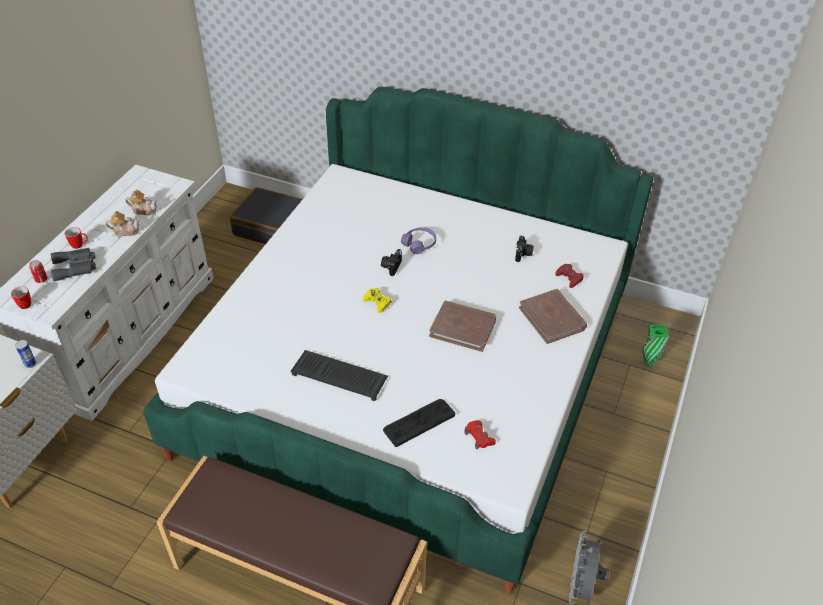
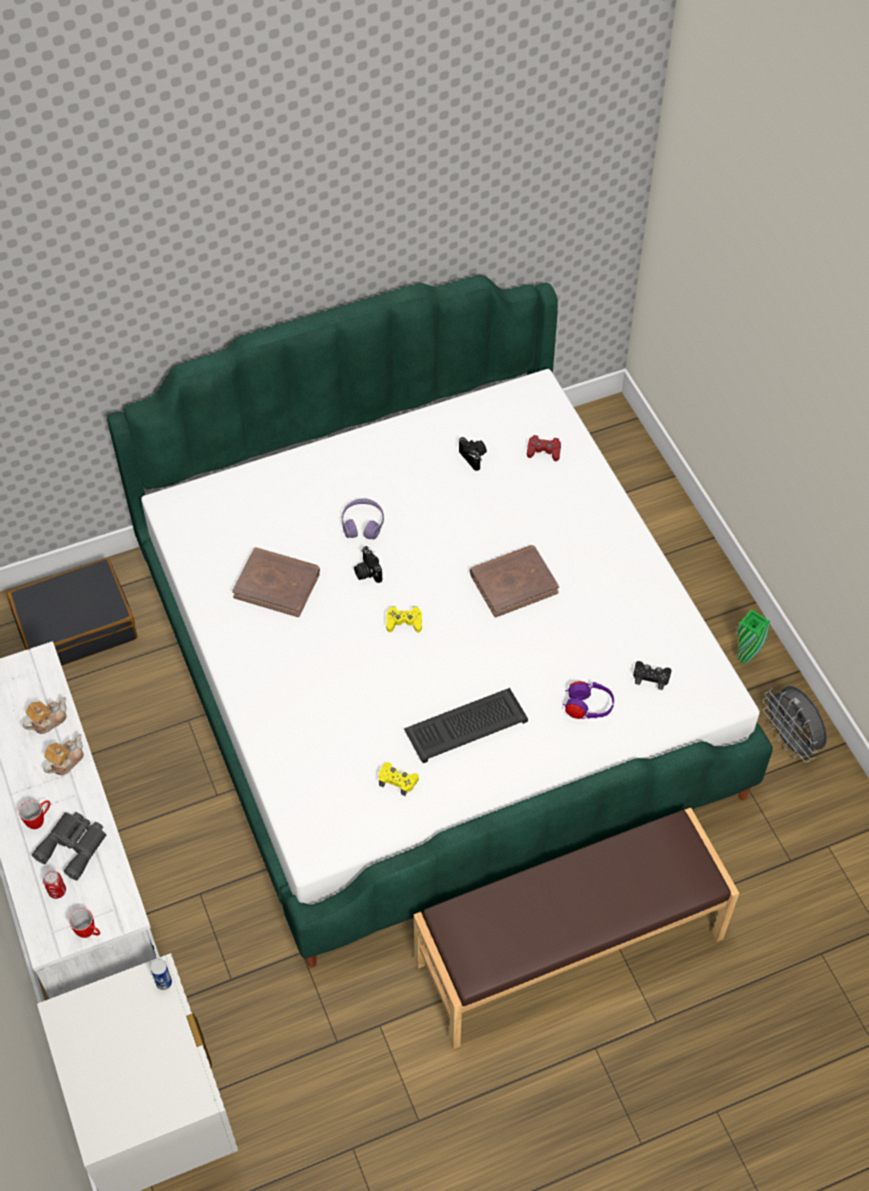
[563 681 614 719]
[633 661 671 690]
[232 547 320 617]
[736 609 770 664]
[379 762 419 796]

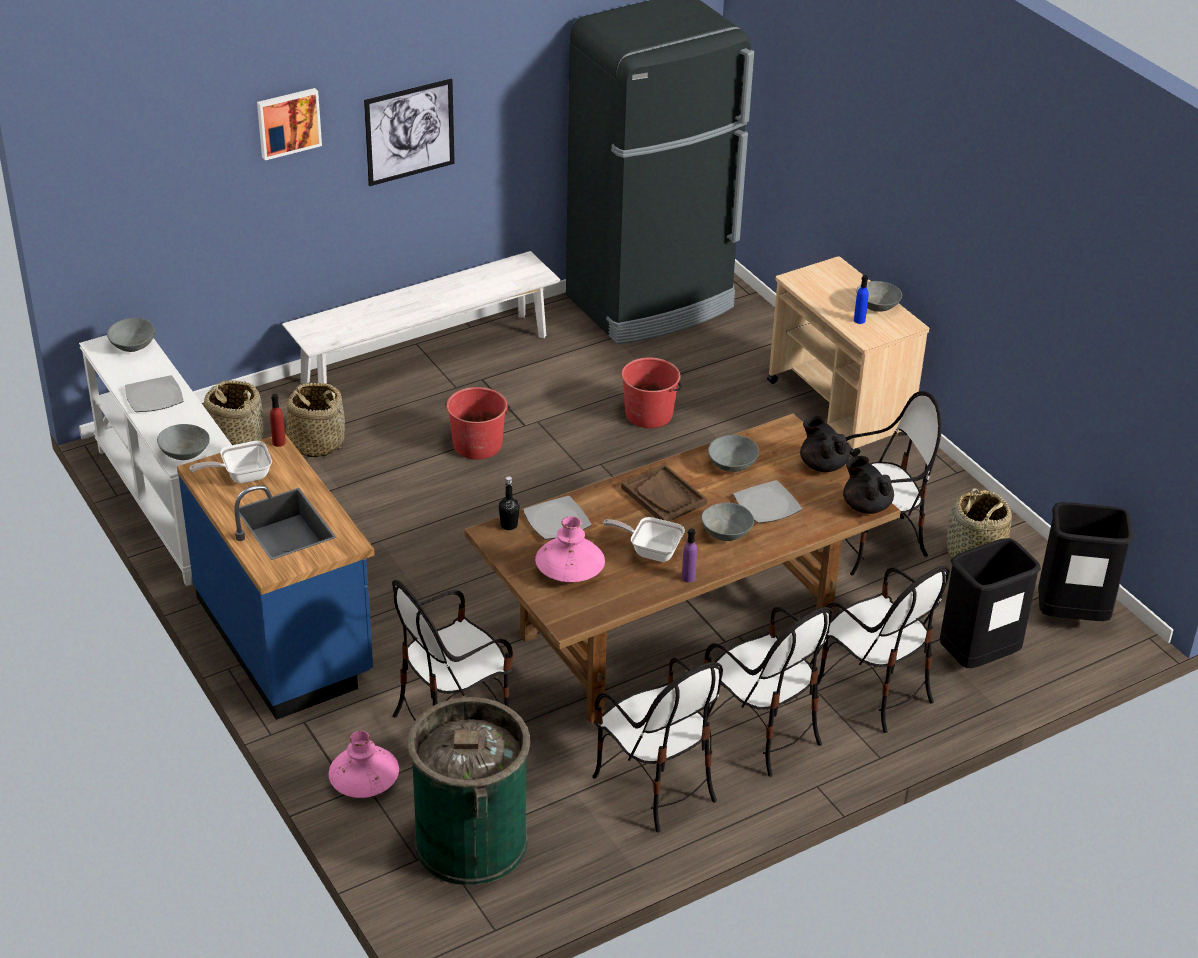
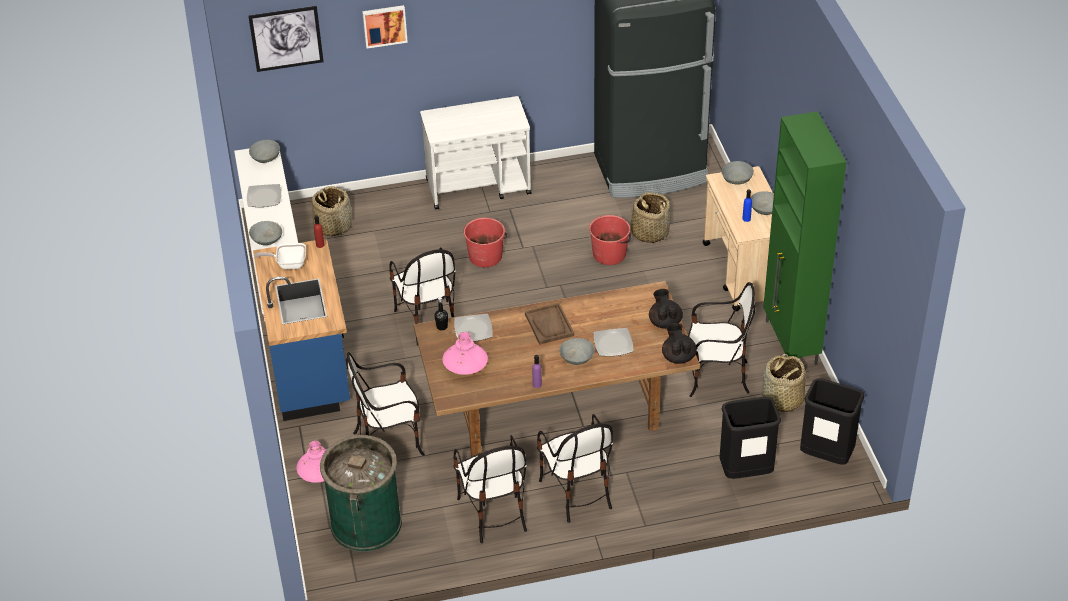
[420 96 531 210]
[630 192 671 243]
[248 6 324 72]
[603 517 685 562] (first image)
[722 161 754 185]
[389 247 455 346]
[763 111 846 365]

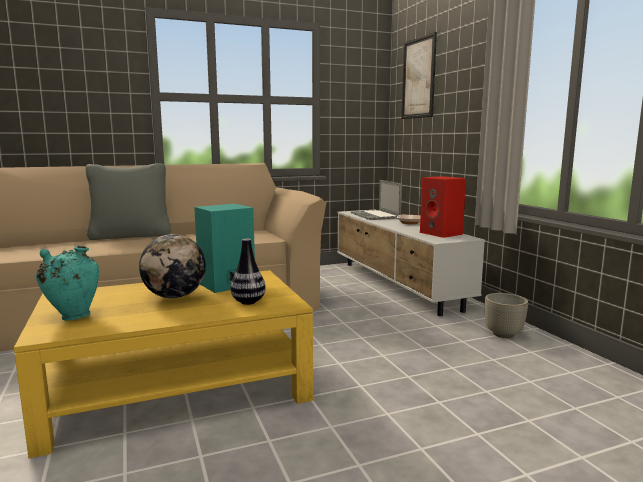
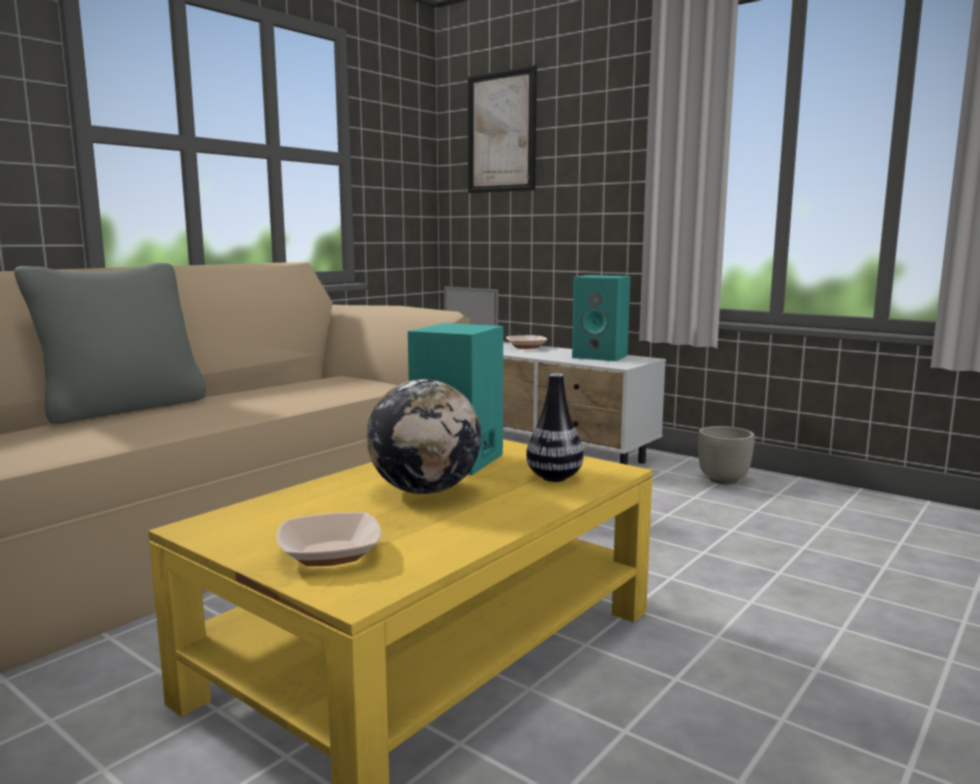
[276 512 381 566]
[572 275 630 361]

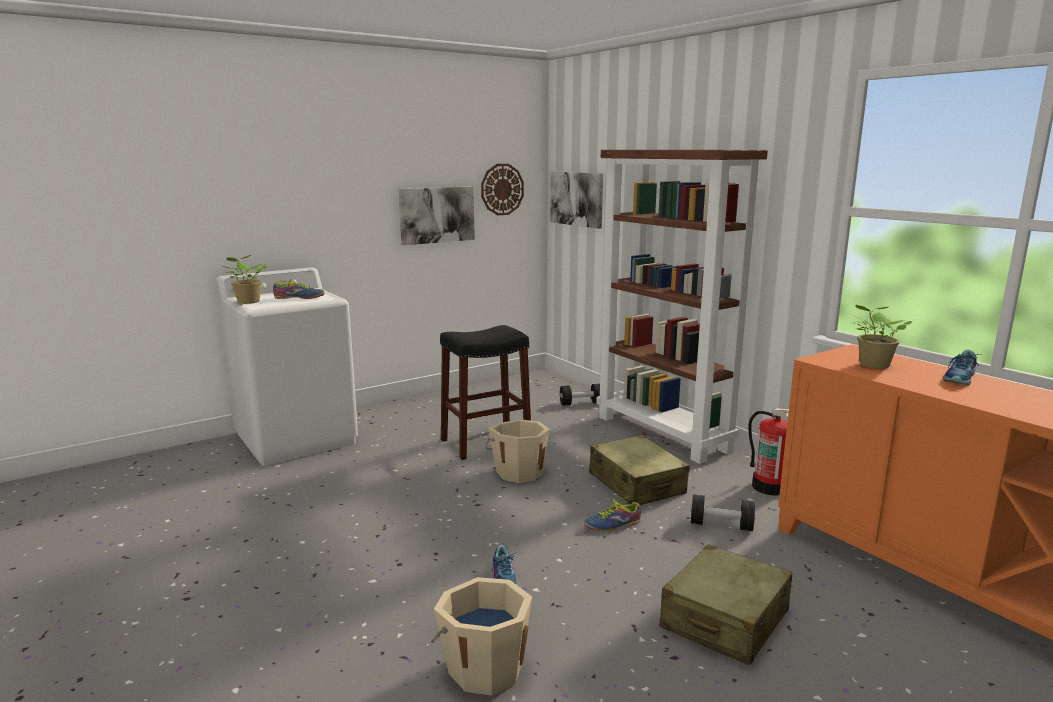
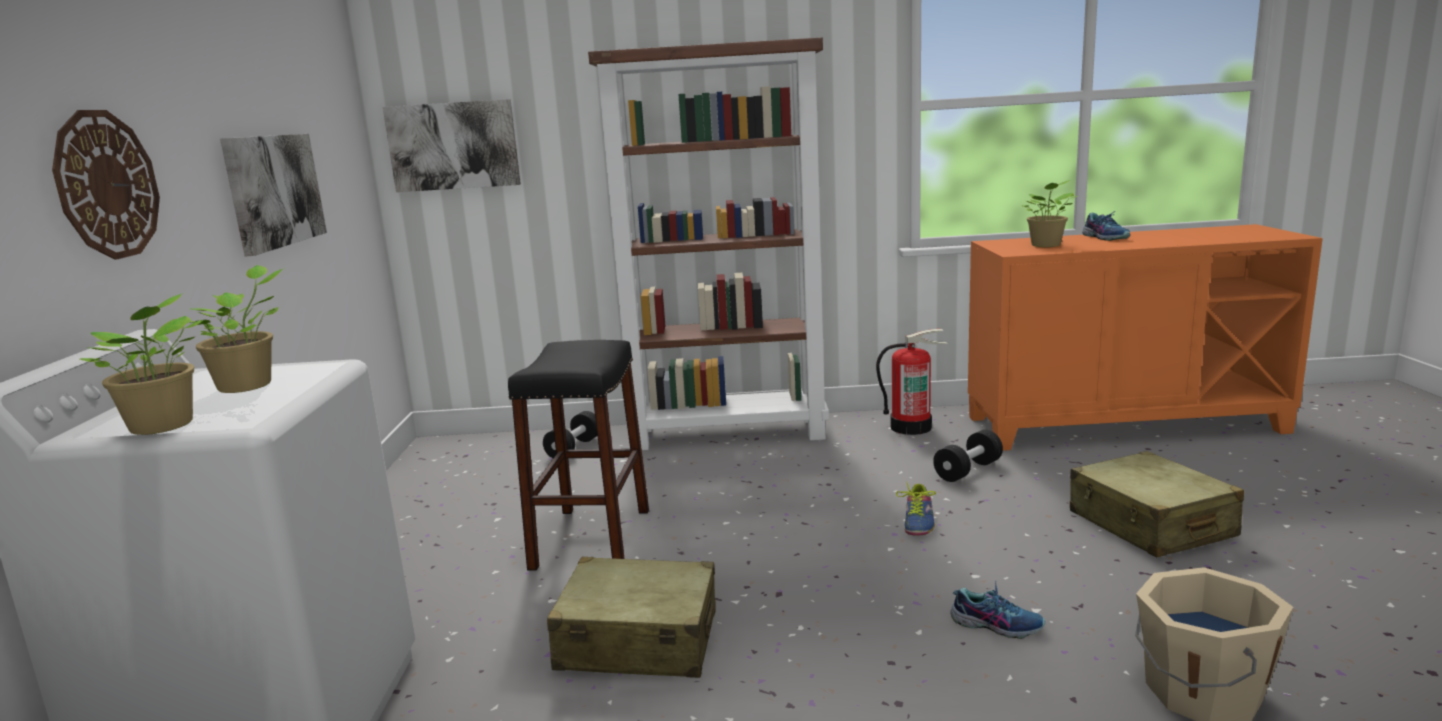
[191 265 285 393]
[52 110 160 260]
[486 419 550 483] (first image)
[547 557 716 678]

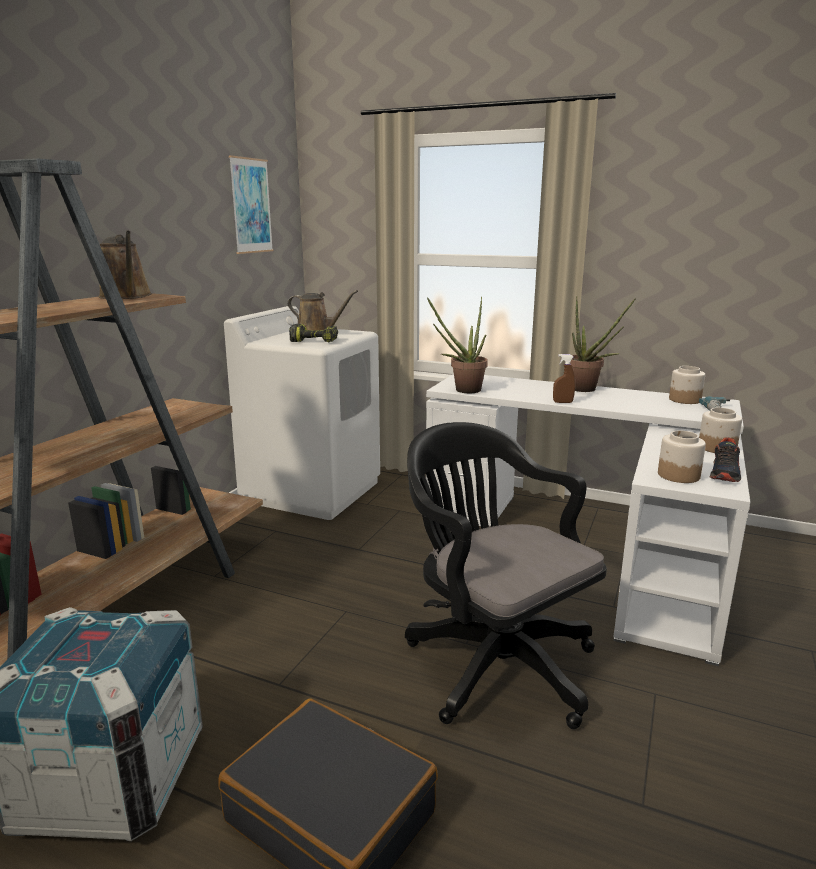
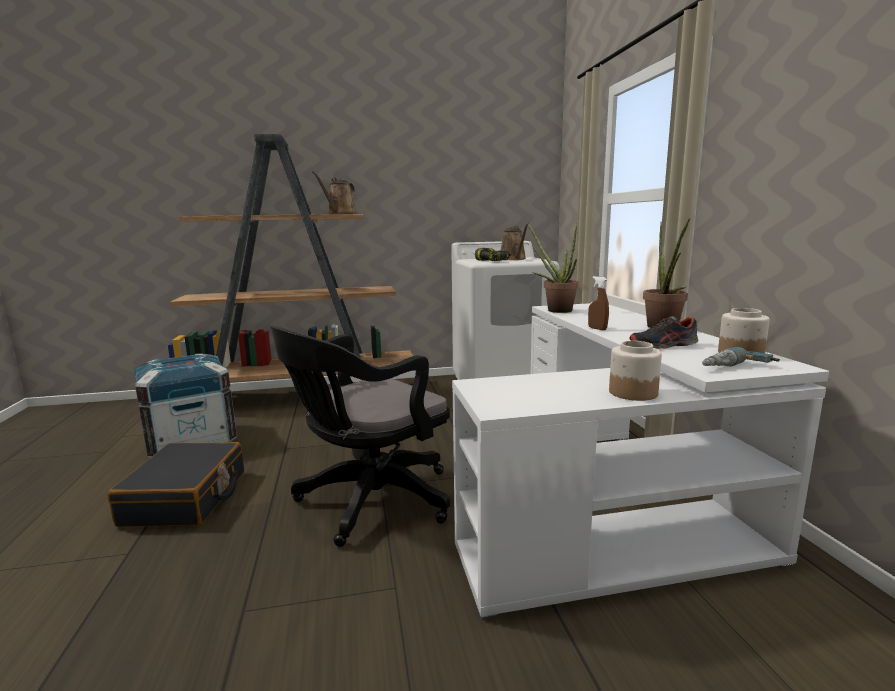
[229 155 273 254] (first image)
[270 325 450 547]
[658 431 706 483] (first image)
[629 316 698 349]

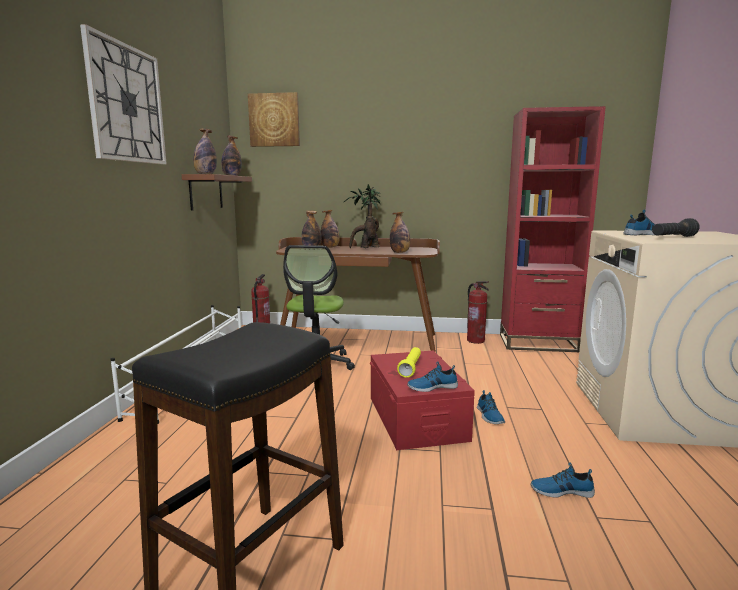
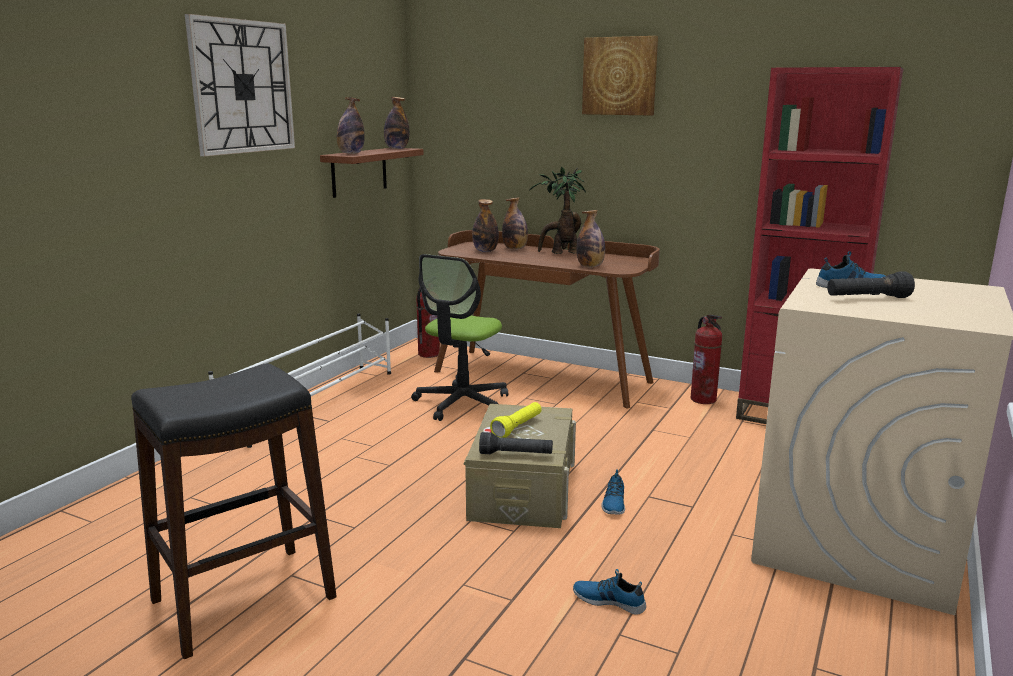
[582 36 658 116]
[463 404 576 528]
[479 432 553 454]

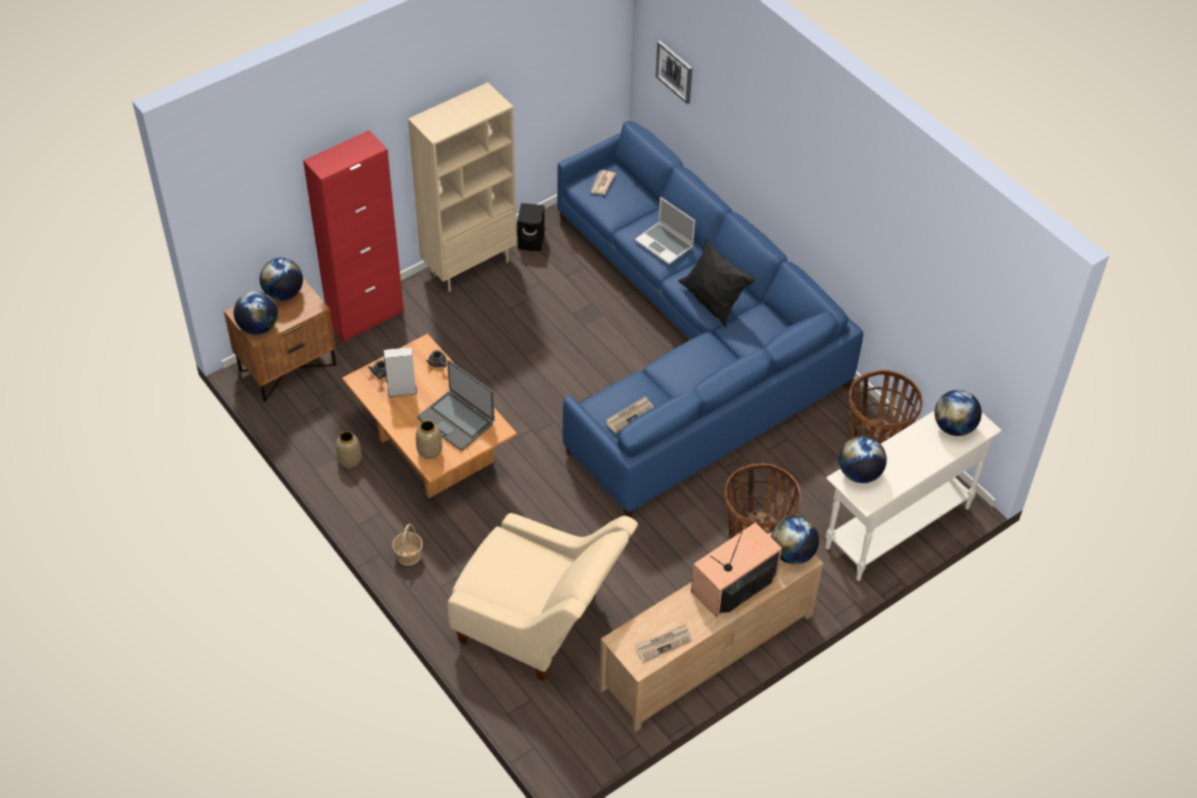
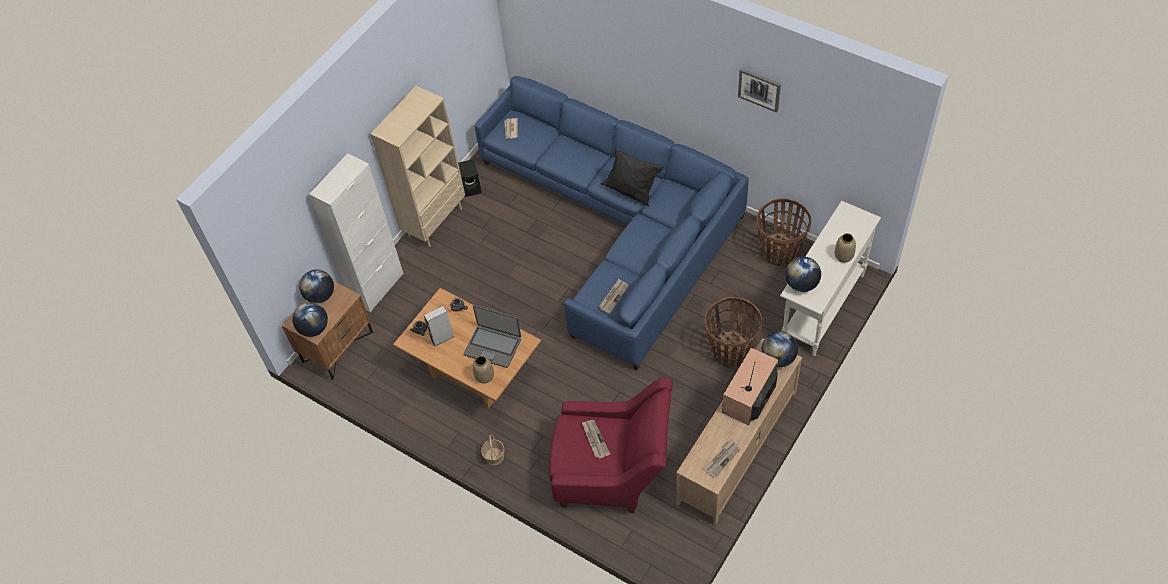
[309 153 404 313]
[835 233 856 263]
[549 378 673 513]
[635 197 695 264] (first image)
[738 68 781 113]
[934 390 982 436] (first image)
[582 420 610 458]

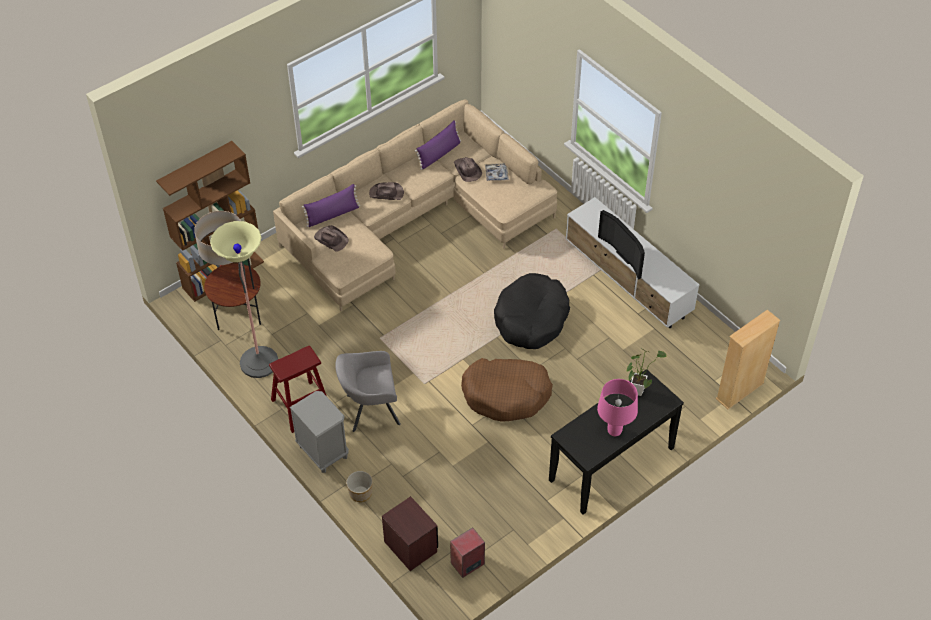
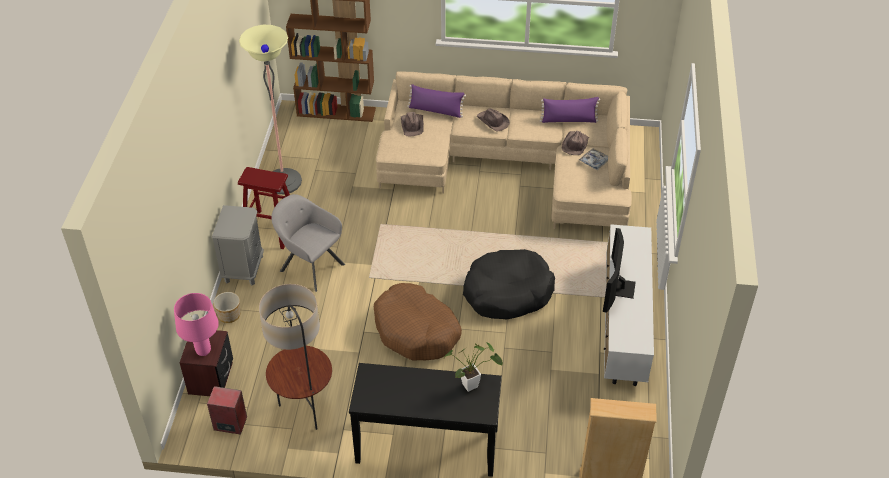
[259 284 332 430]
[174 293 219 356]

